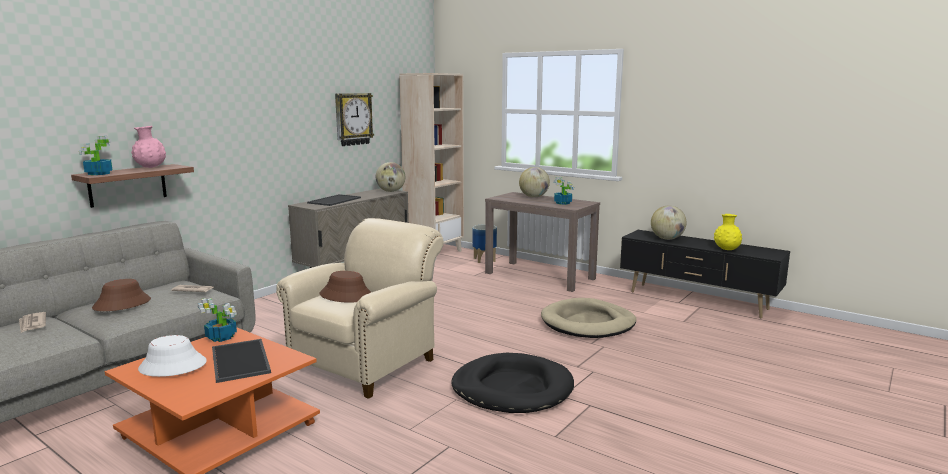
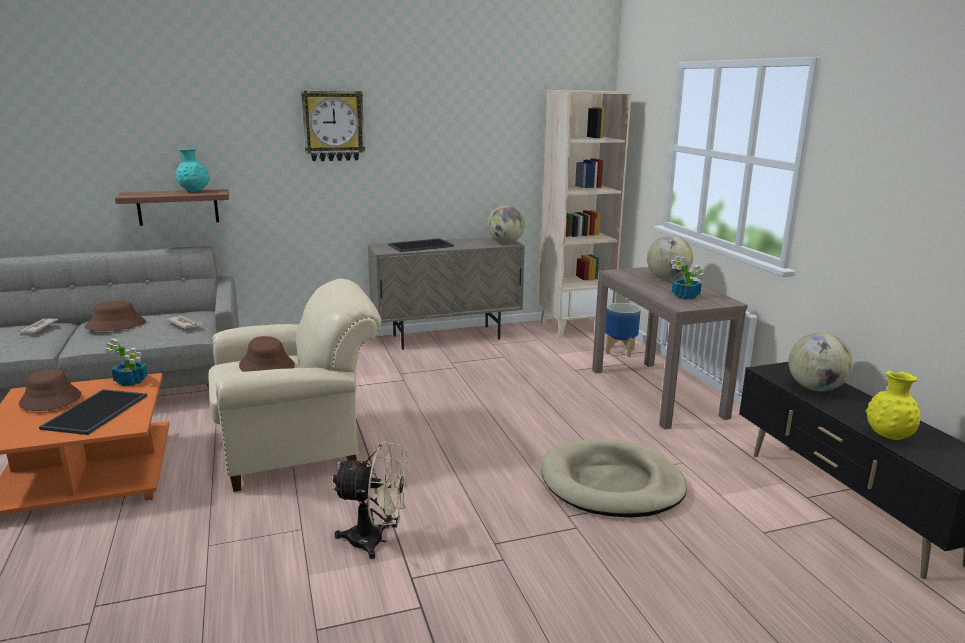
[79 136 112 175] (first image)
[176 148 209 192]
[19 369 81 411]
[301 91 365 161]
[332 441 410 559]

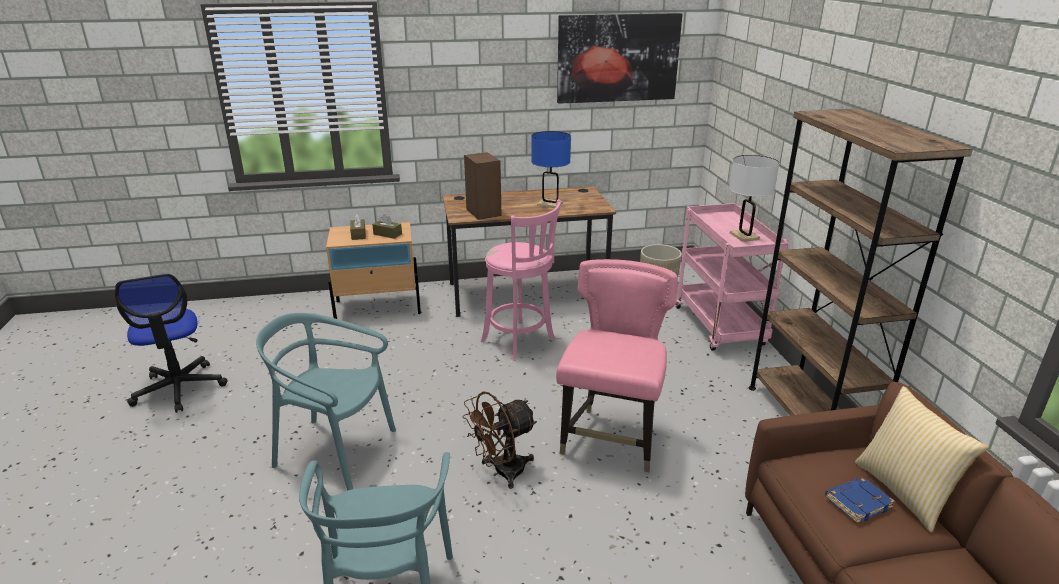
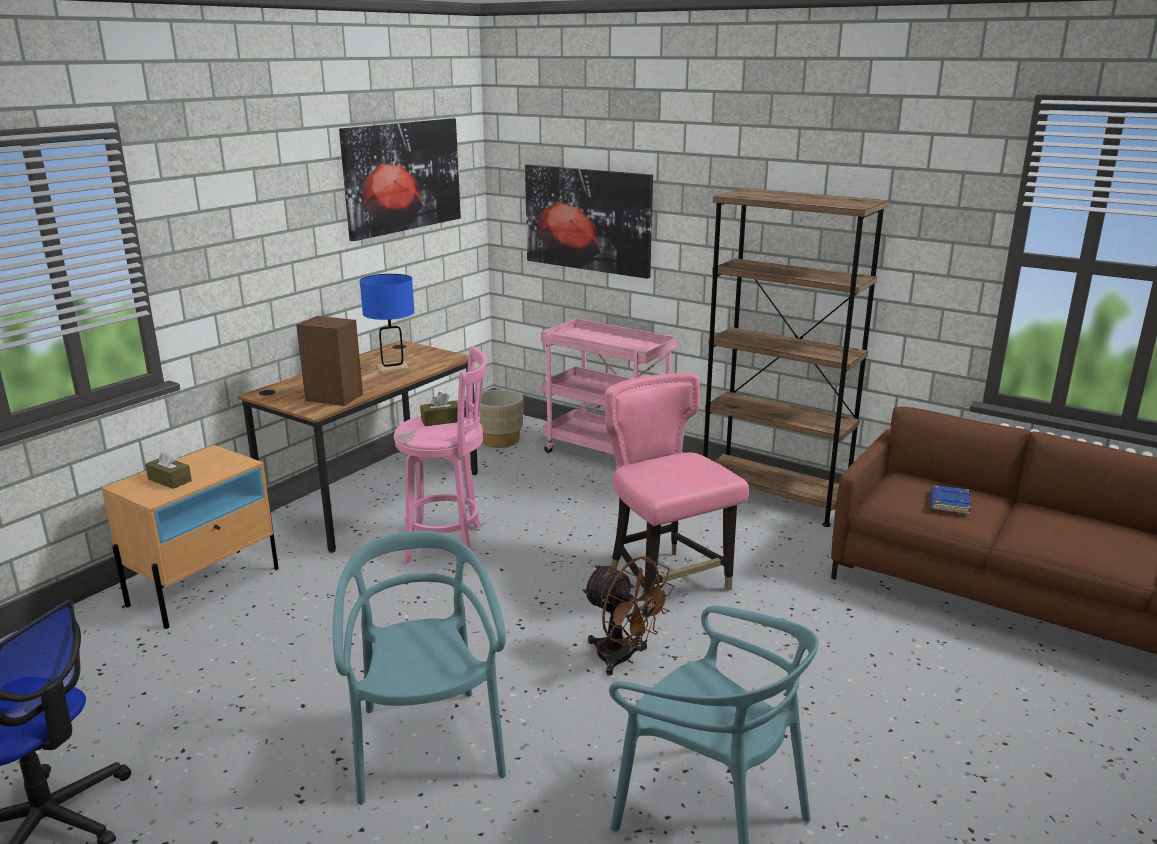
[333 531 506 805]
[420 392 458 426]
[582 556 675 676]
[729 155 779 242] (first image)
[855 386 989 532] (first image)
[525 165 653 279]

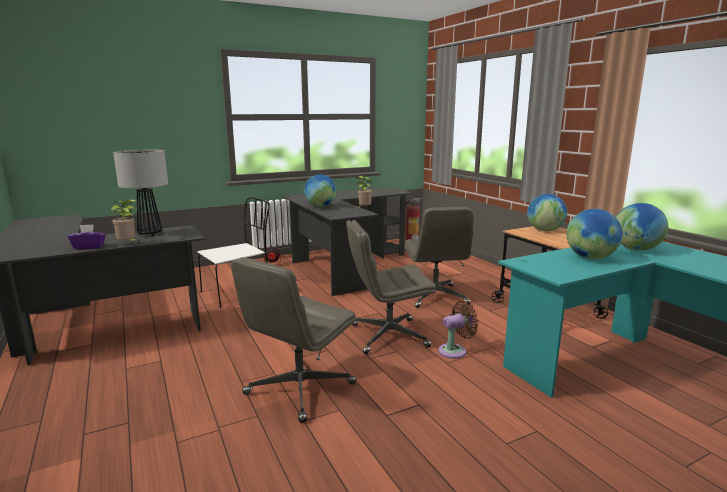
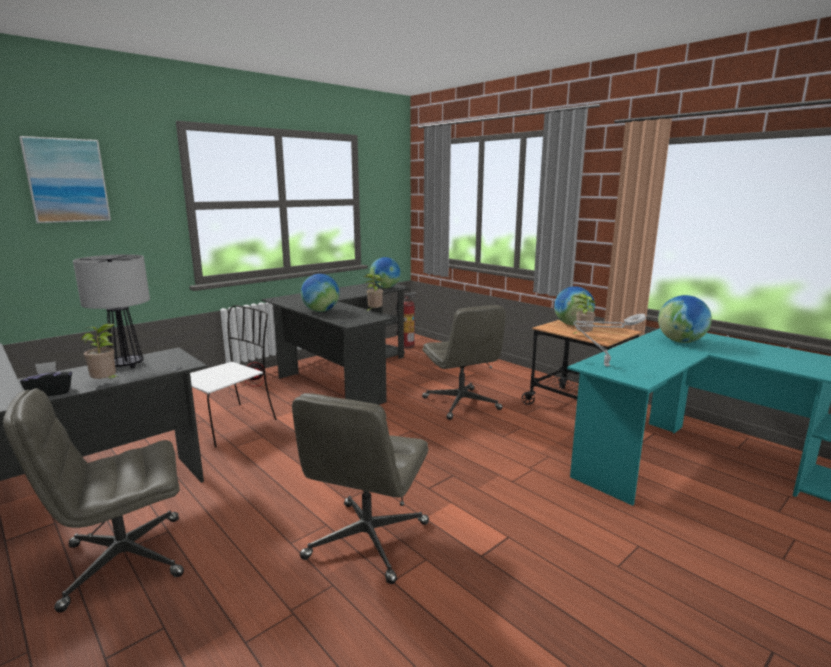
[20 361 72 396]
[3 388 184 612]
[438 301 478 359] (first image)
[370 257 401 288]
[19 136 111 223]
[572 294 596 335]
[573 314 646 367]

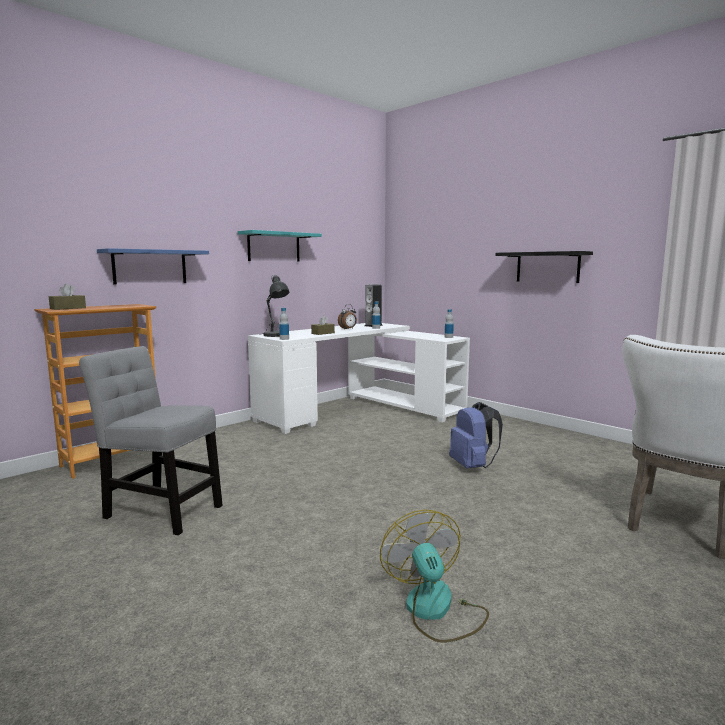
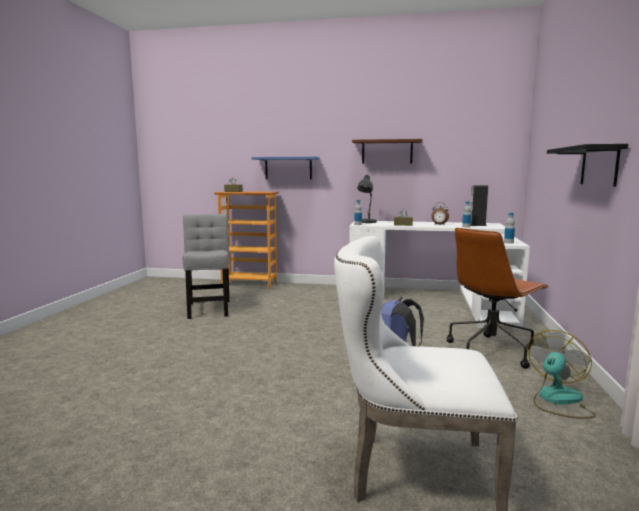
[352 139 422 164]
[528 330 596 419]
[447 228 549 369]

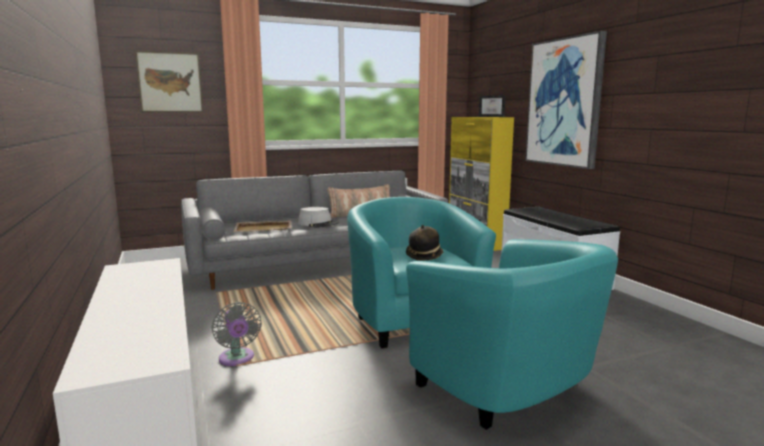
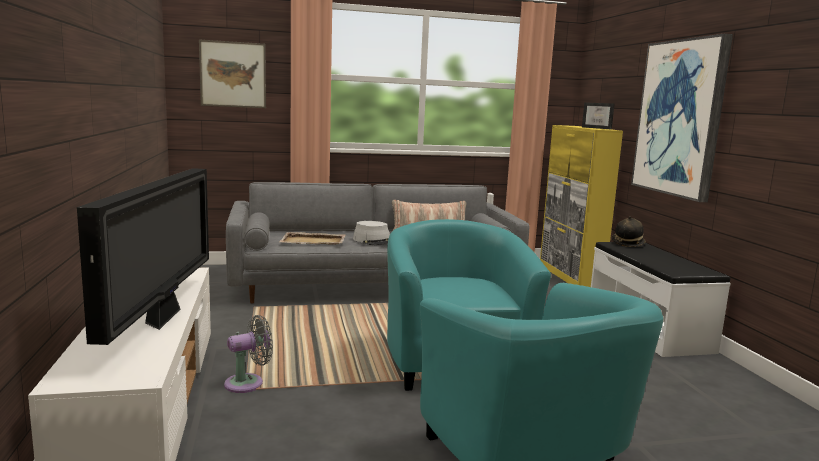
[224 315 273 393]
[612 216 646 247]
[77 168 209 345]

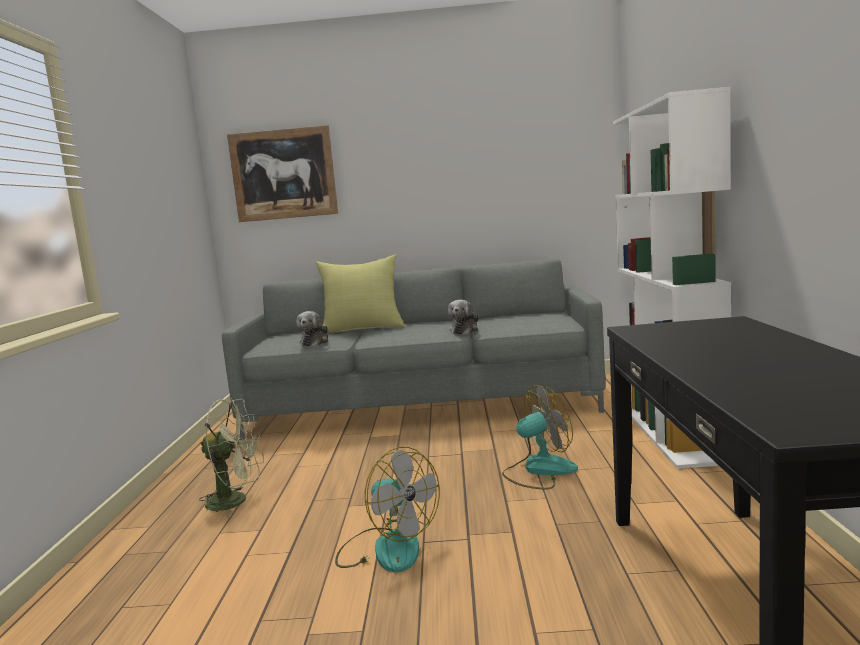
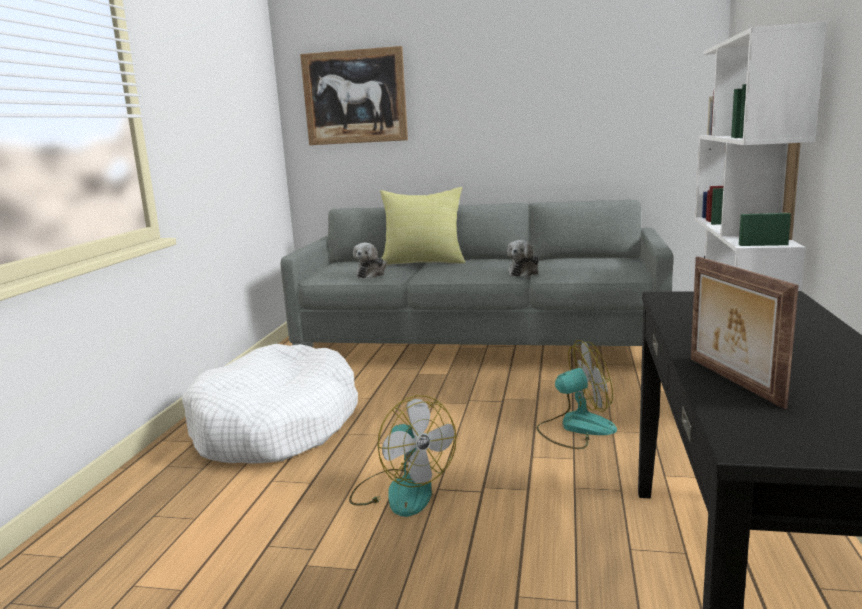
[182 344 358 464]
[691 257 799 409]

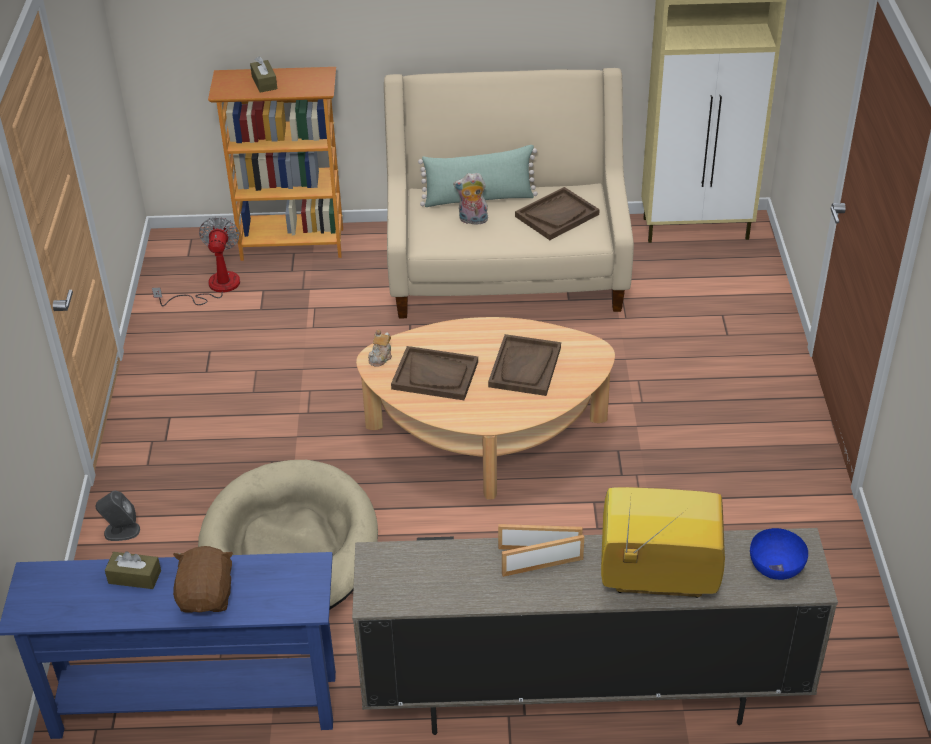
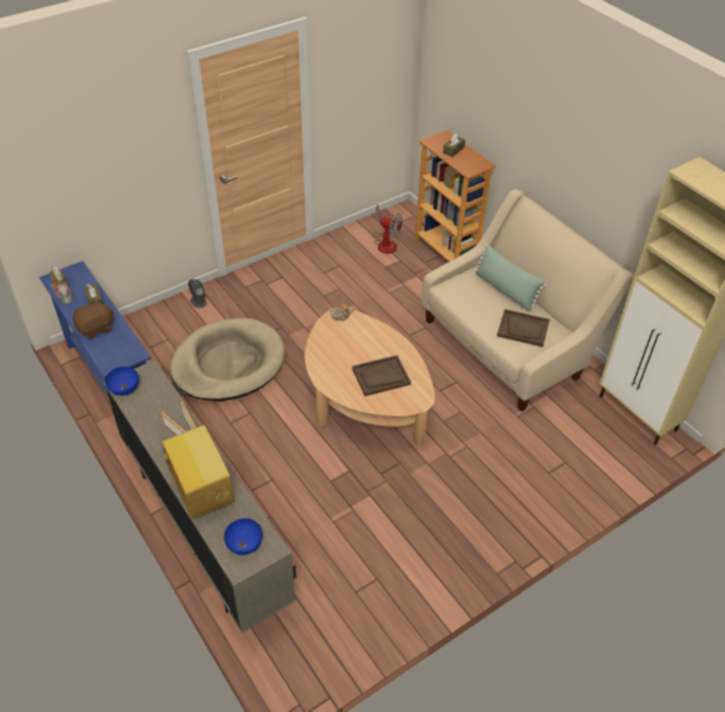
[373 205 403 254]
[391 346 478 400] (first image)
[50 265 73 304]
[105 367 139 396]

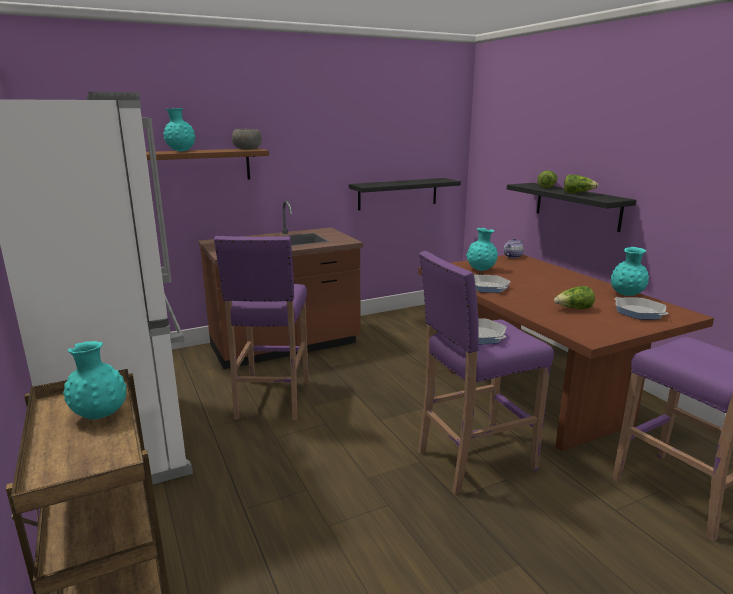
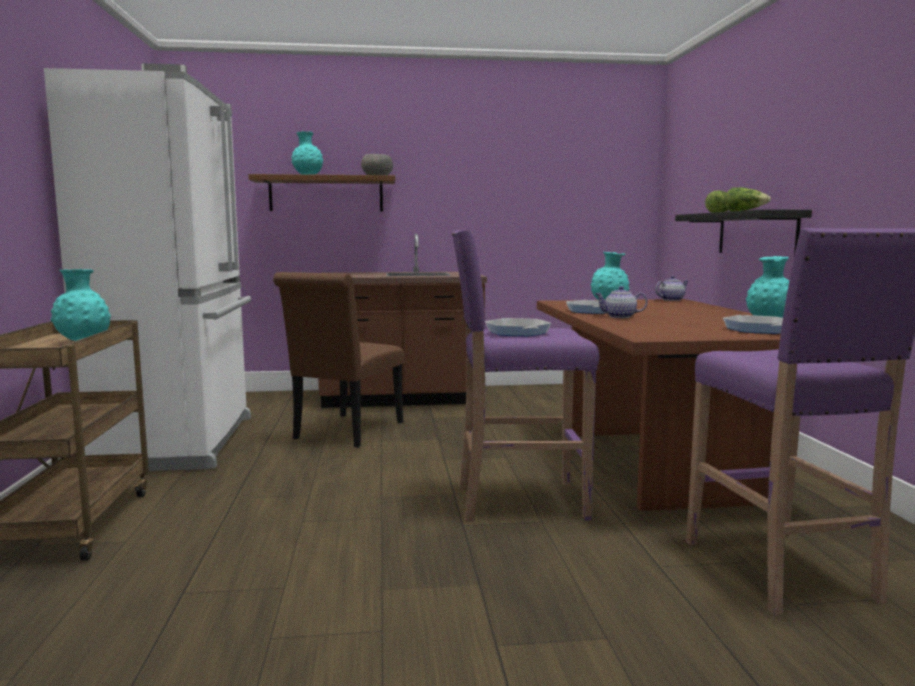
[273 272 404 448]
[349 178 461 211] (first image)
[554 286 595 309] (first image)
[595 286 648 318]

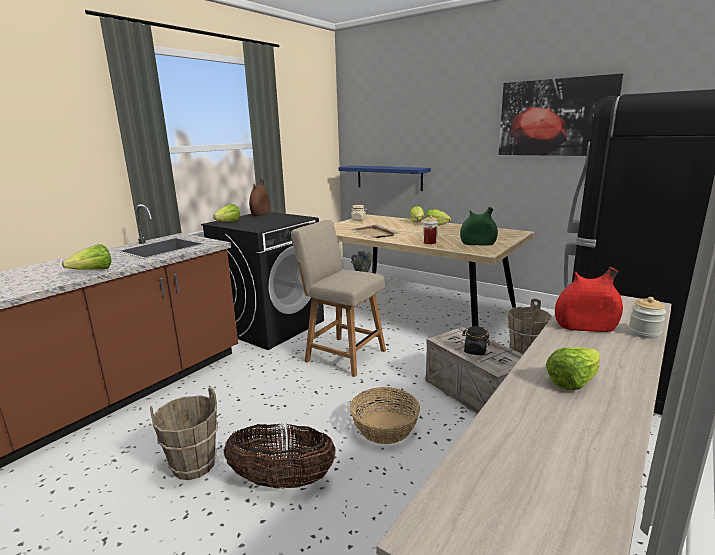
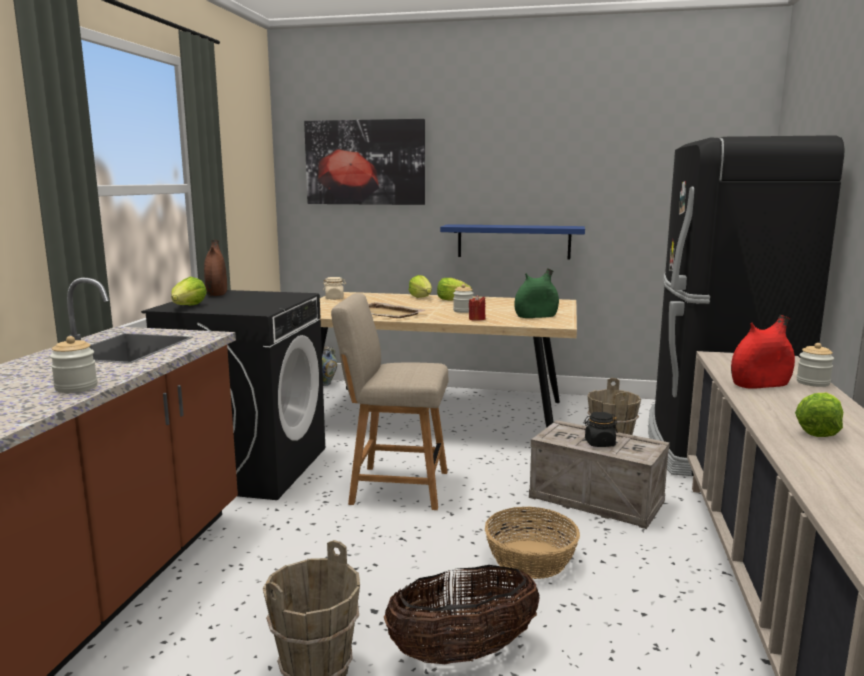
[50 336 97 393]
[440 224 585 260]
[304 119 425 205]

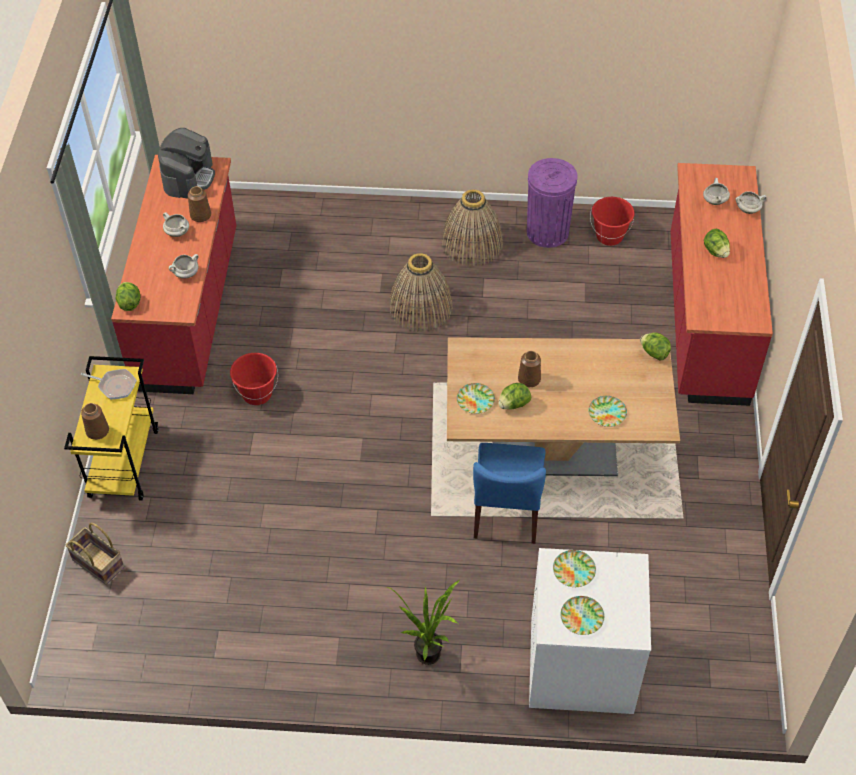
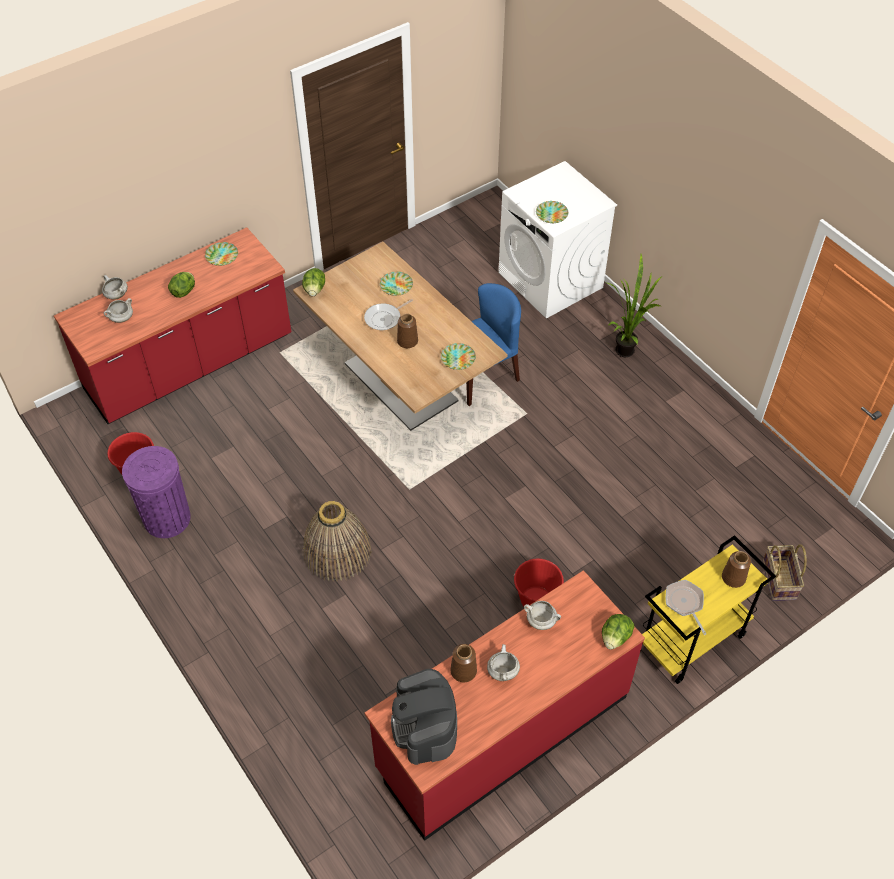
[391 669 457 765]
[441 189 503 266] (first image)
[498 383 531 410] (first image)
[205 242 238 266]
[364 299 413 330]

